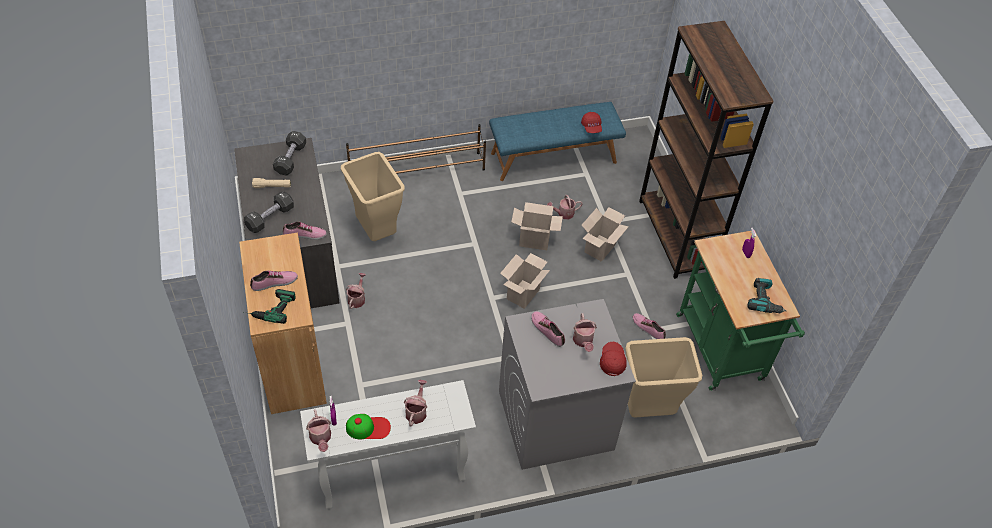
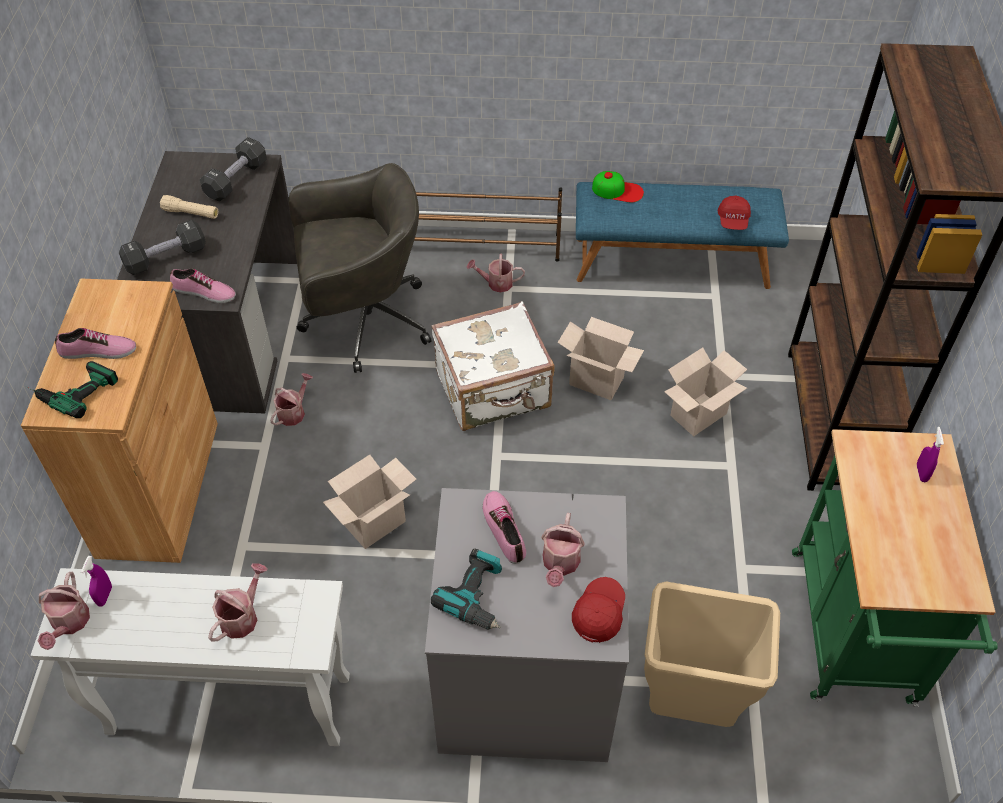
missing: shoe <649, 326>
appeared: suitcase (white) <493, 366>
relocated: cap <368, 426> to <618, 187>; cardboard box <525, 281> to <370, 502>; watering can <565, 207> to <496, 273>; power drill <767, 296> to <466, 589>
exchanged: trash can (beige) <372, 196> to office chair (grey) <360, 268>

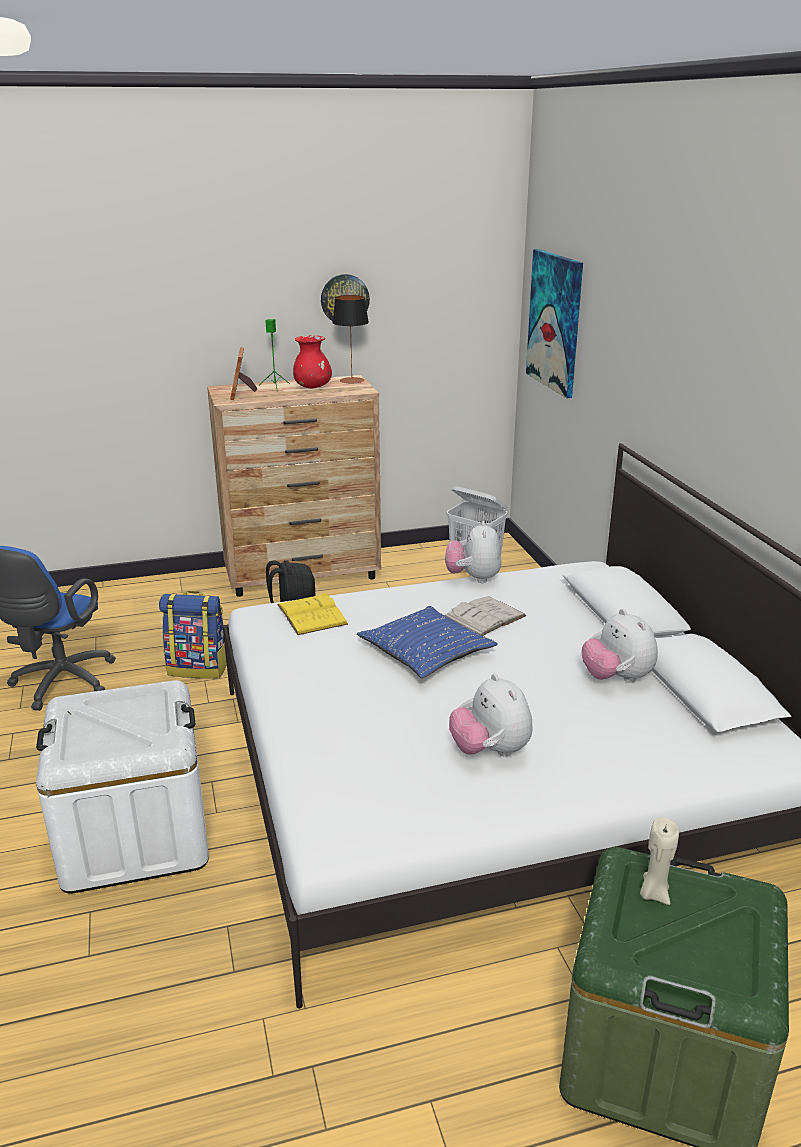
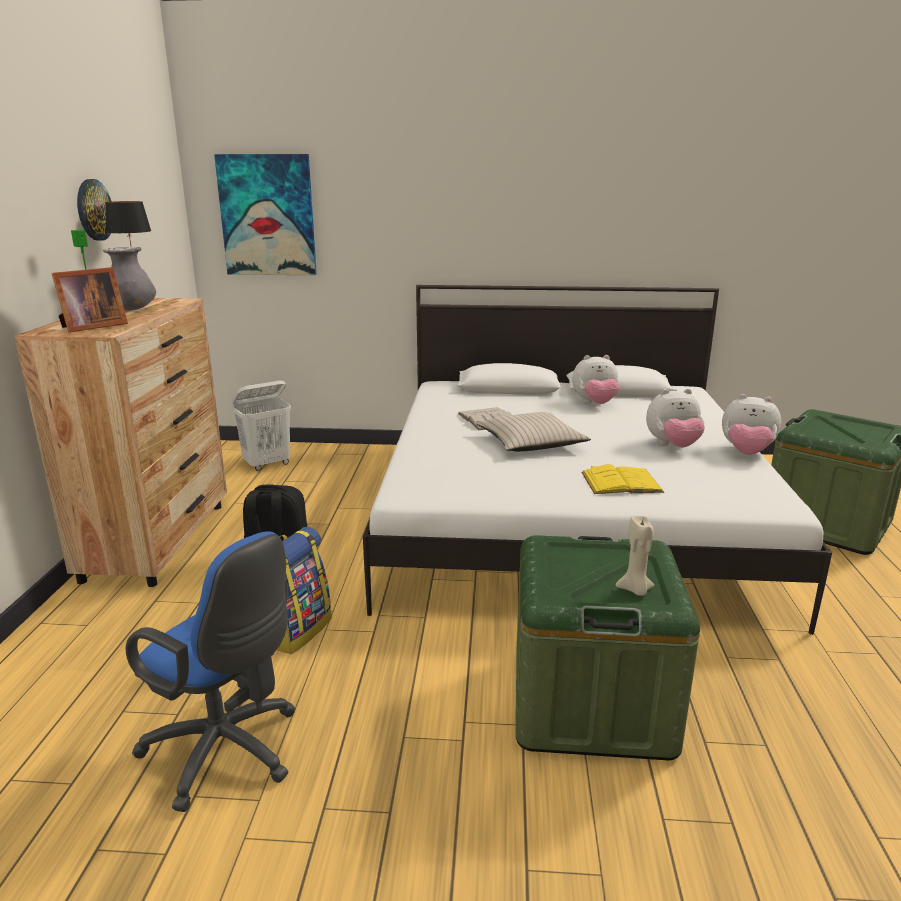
relocated: book (yellow) <312, 613> to <622, 479>; plush toy <473, 552> to <751, 424>; candle (beige) <659, 861> to <635, 556>
colour: storage box (white) <122, 787> to storage box (green) <608, 647>; vase (red) <312, 361> to vase (grey) <129, 278>; pillow (blue) <427, 642> to pillow (beige) <533, 432>
spun: picture frame <243, 373> = <90, 299> 60 degrees counterclockwise

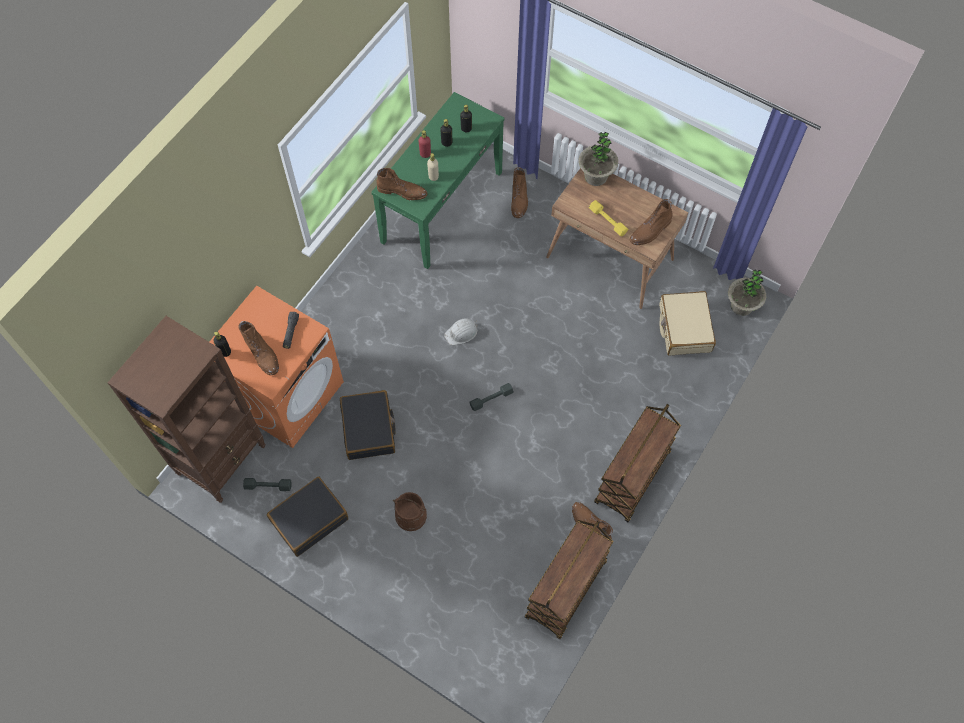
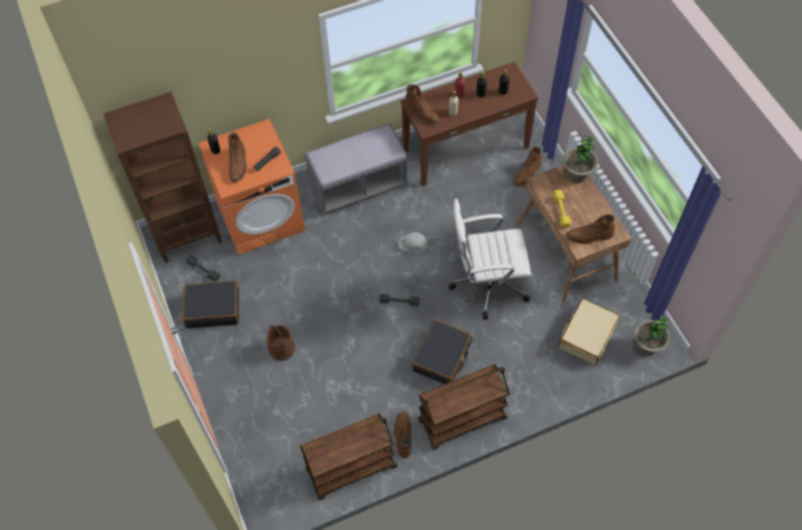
appeared: bench (grey) <356, 168>; office chair (white) <489, 259>
relocated: suitcase (black) <367, 425> to <442, 351>
colour: console table (green) <438, 180> to console table (brown) <469, 124>

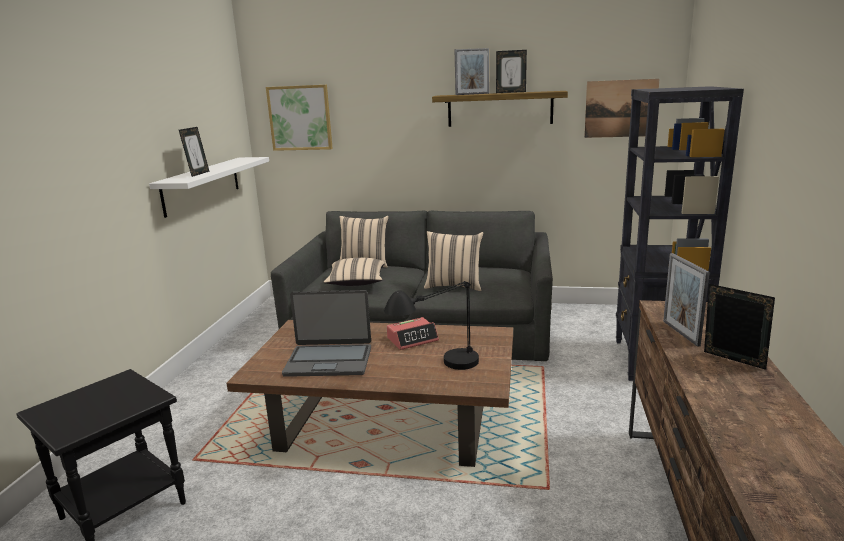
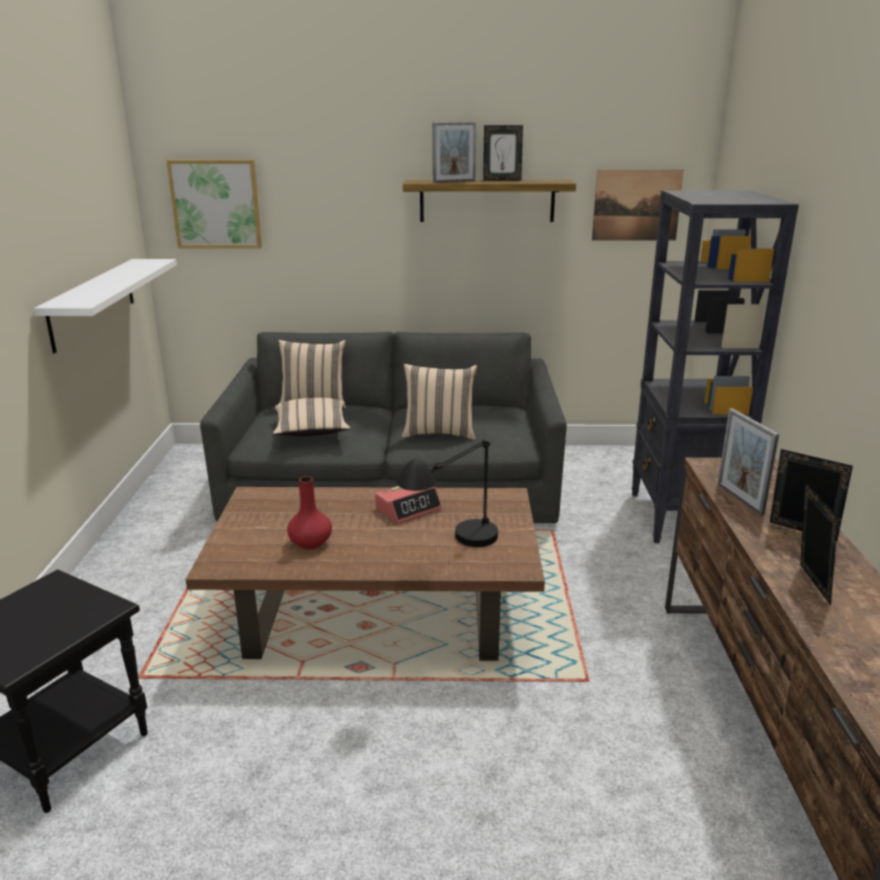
relocated: picture frame <194, 152> to <819, 543>
exchanged: laptop <326, 333> to vase (red) <309, 512>

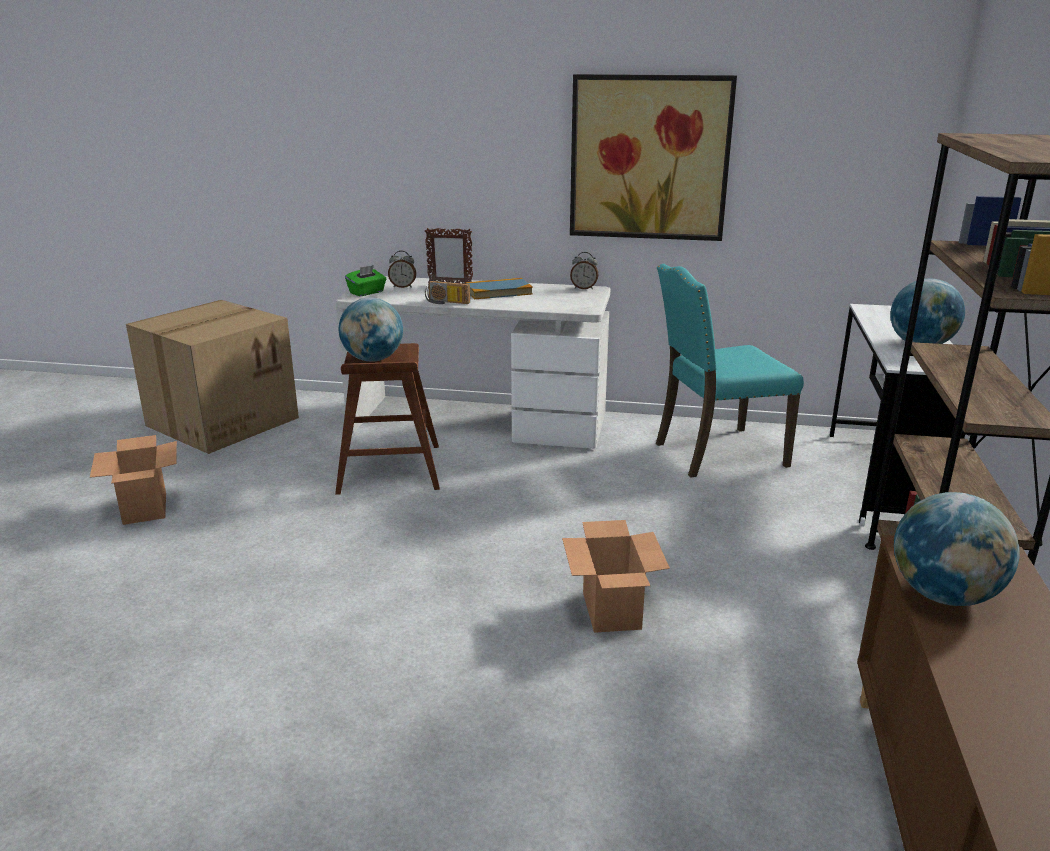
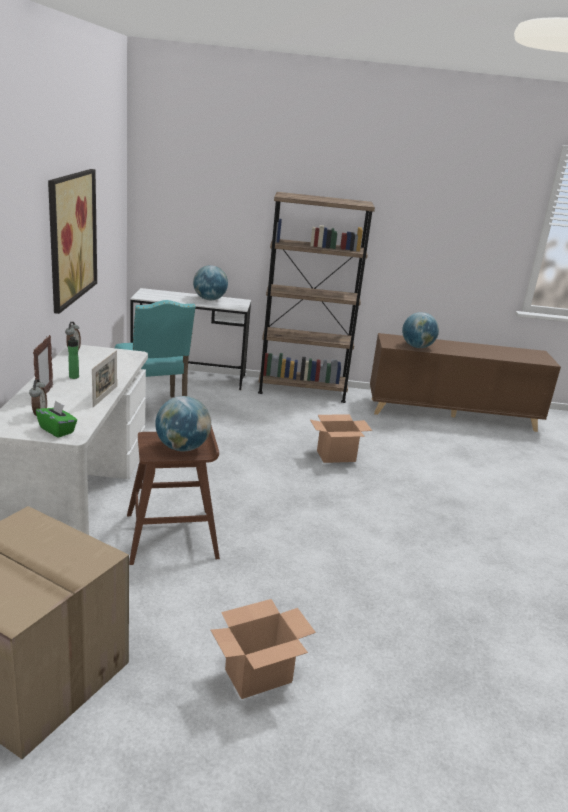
exchanged: radio <447, 292> to picture frame <104, 378>; book <499, 288> to bottle <73, 357>

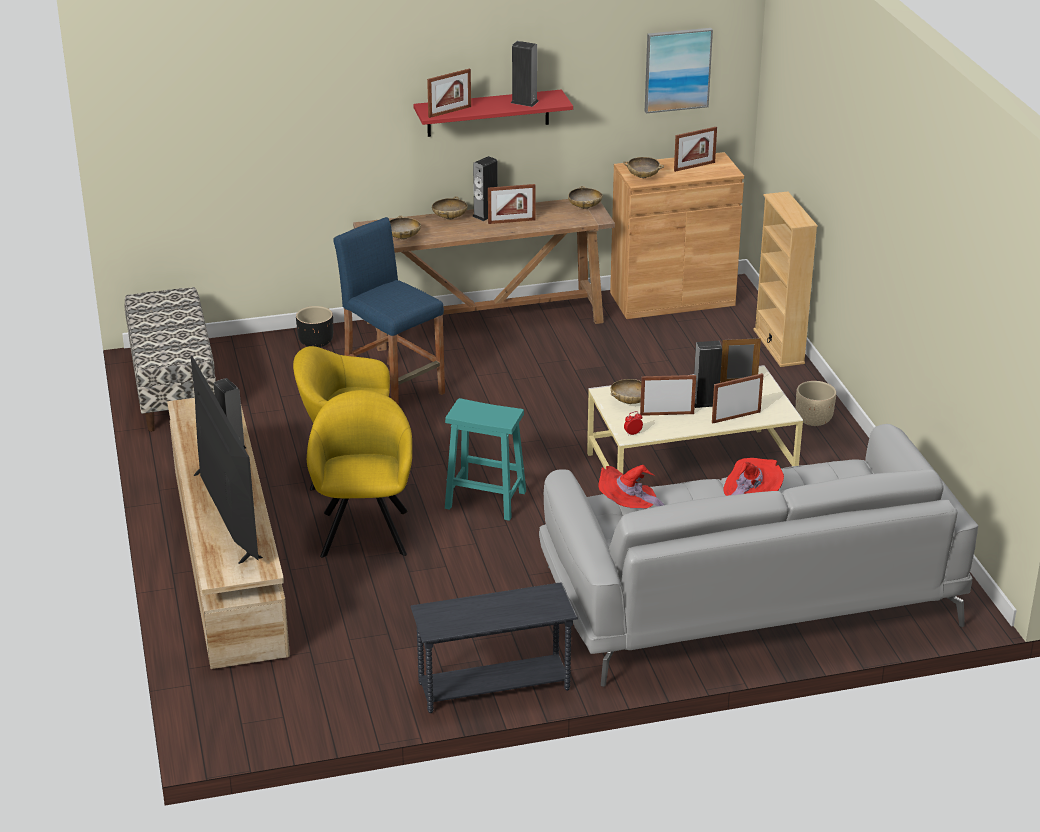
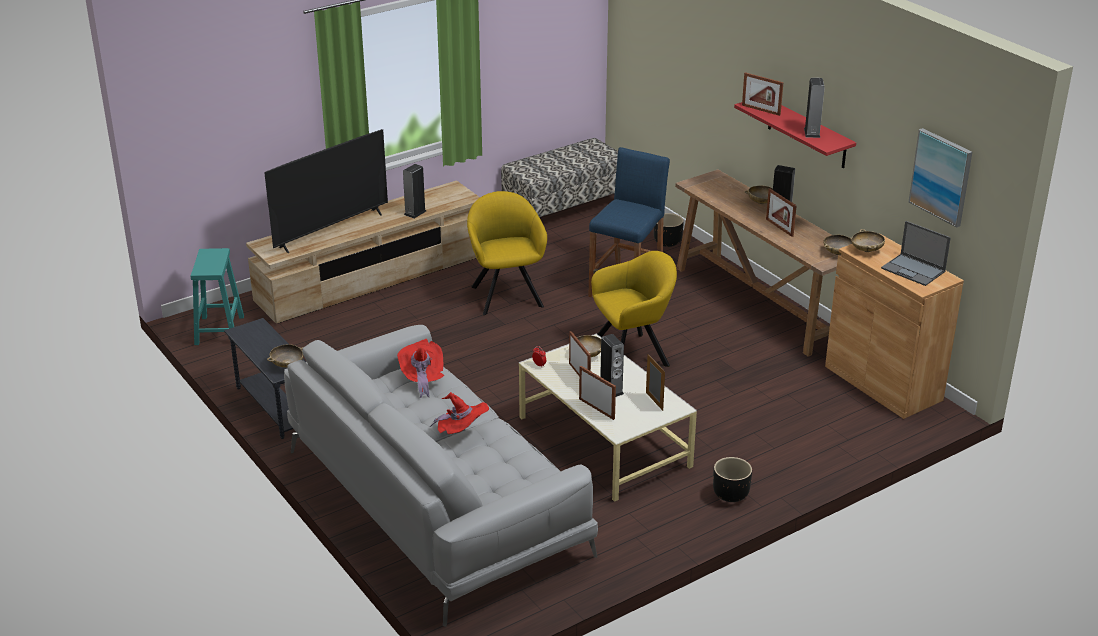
missing: bookcase (beige) <785, 279>
relocated: armchair (yellow) <359, 474> to <634, 309>; bowl (beige) <405, 227> to <285, 356>; stool (turquoise) <485, 459> to <217, 296>
exchanged: picture frame <695, 149> to laptop <916, 253>
colour: planter (beige) <816, 403> to planter (black) <732, 479>

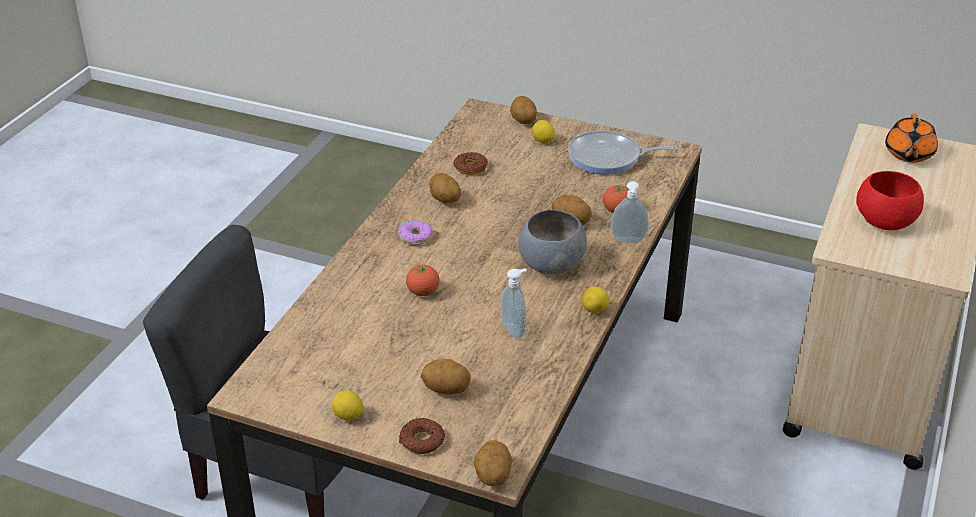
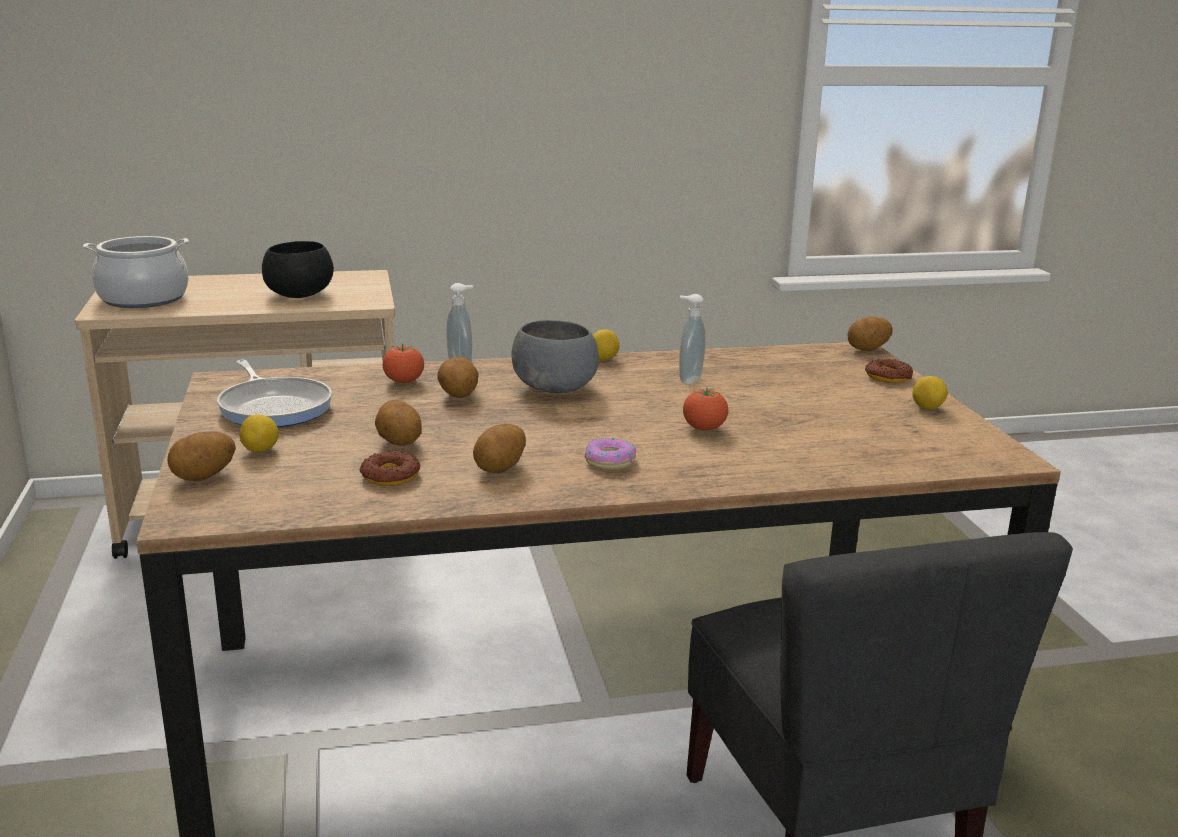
relocated: potato <446, 377> to <398, 423>
exchanged: teapot (orange) <911, 137> to cooking pot <136, 272>
colour: bowl (red) <890, 200> to bowl (black) <298, 269>

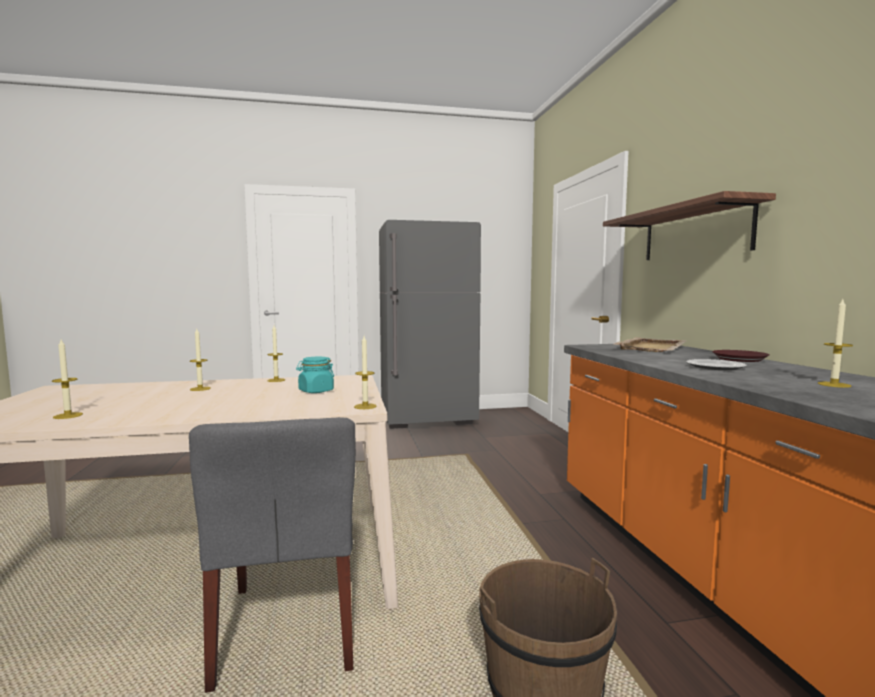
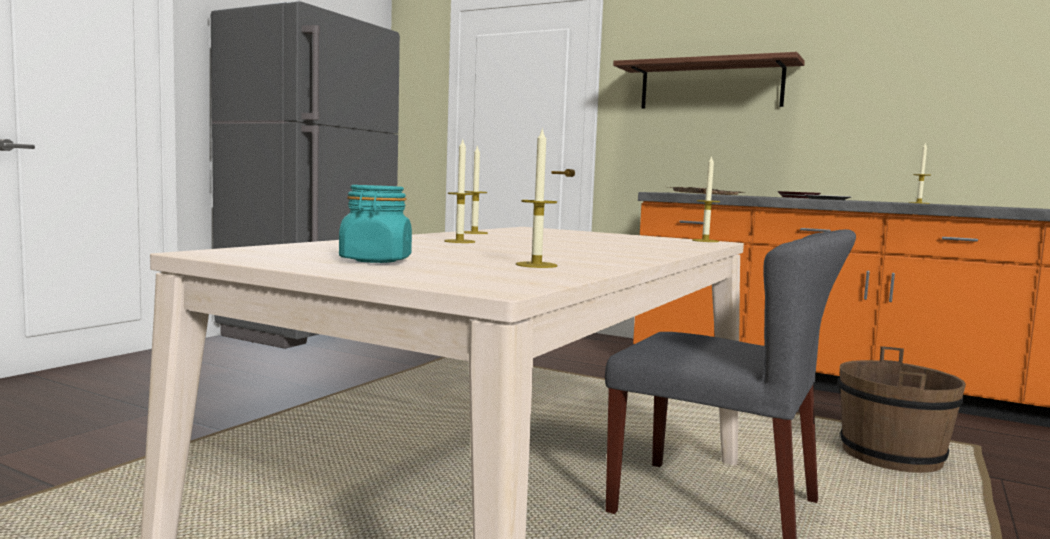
relocated: jar (turquoise) <315, 374> to <375, 224>

